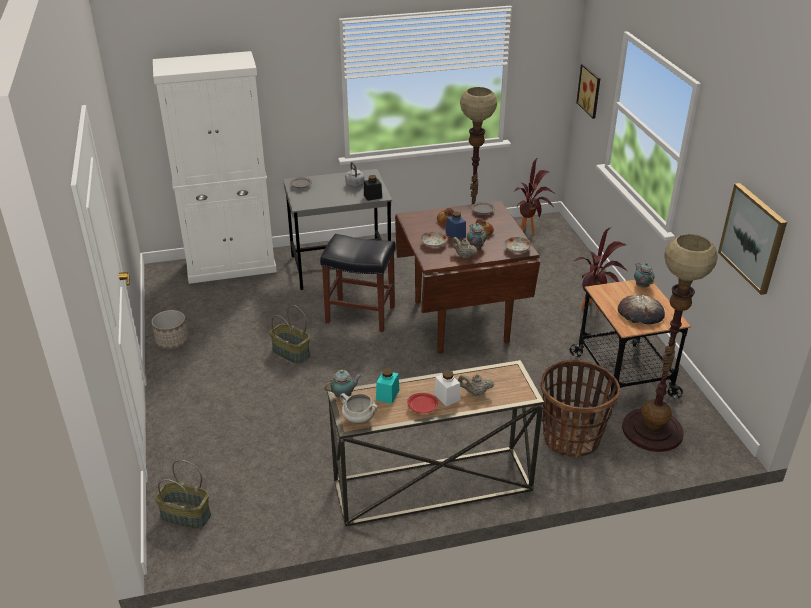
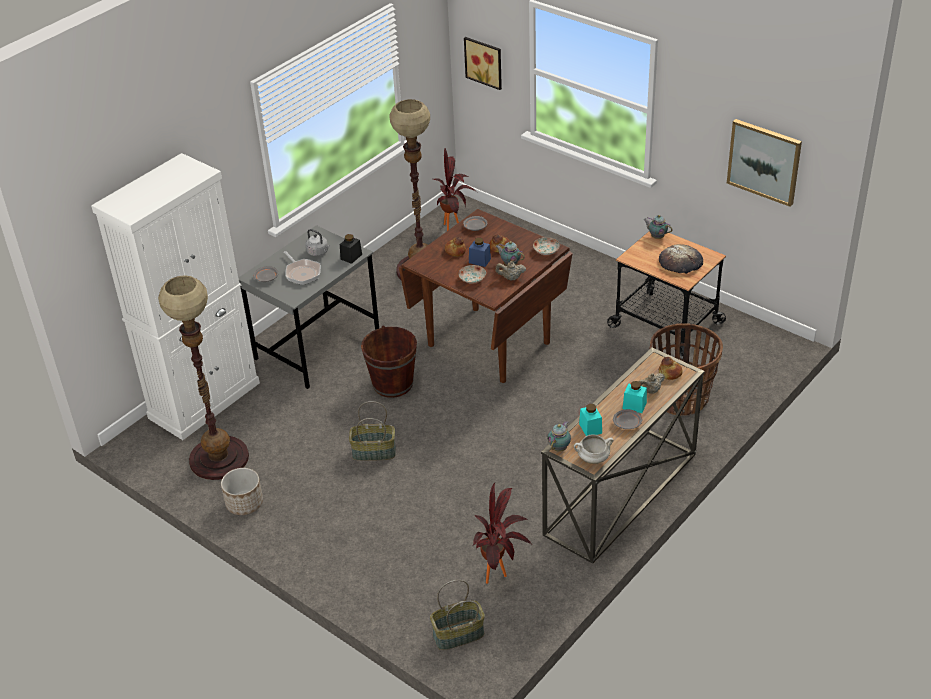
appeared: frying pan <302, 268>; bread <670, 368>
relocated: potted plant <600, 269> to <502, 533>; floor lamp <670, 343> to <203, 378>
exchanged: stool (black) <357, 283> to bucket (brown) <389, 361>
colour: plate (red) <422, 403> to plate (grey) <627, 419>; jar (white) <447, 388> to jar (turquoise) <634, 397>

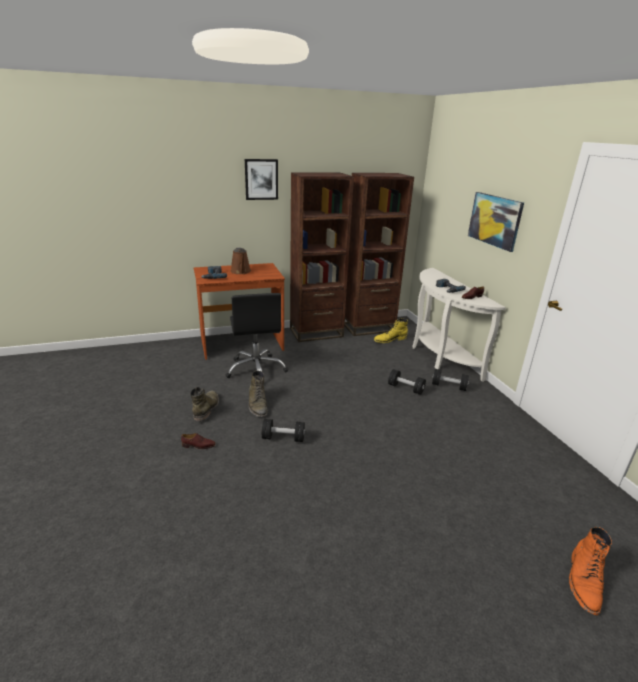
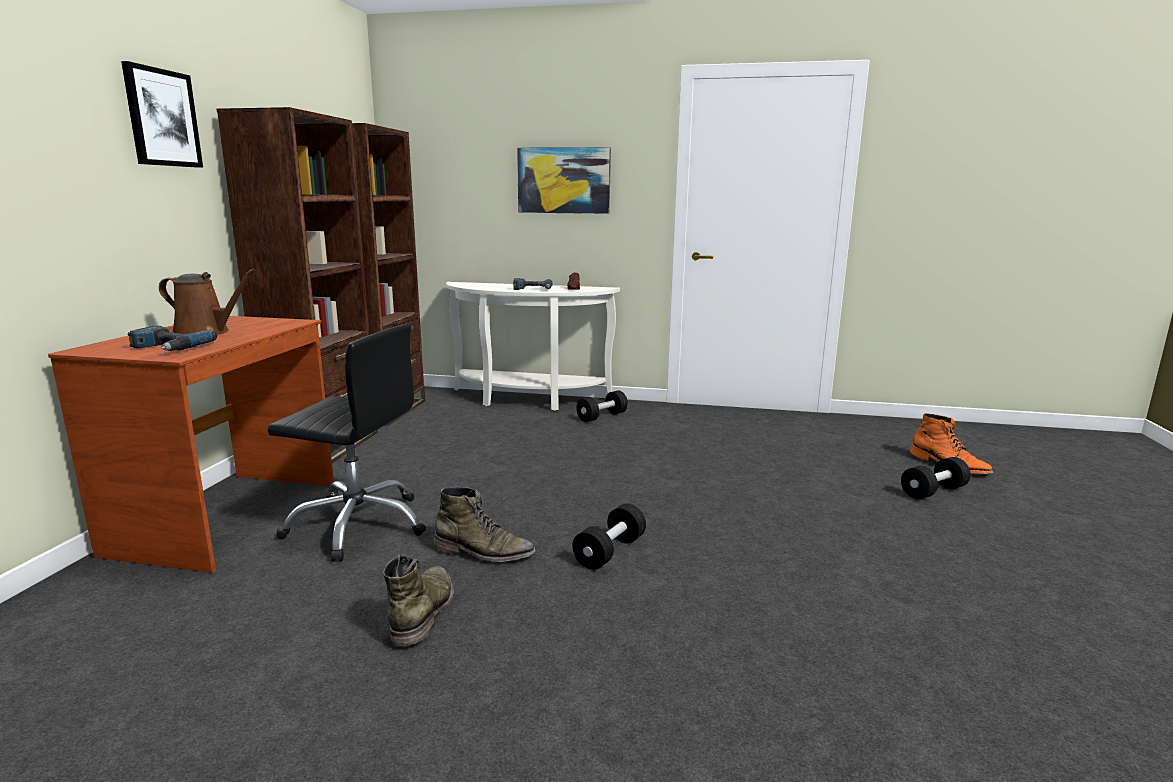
missing: shoe (brown) <198, 441>; boot (yellow) <391, 330>
relocated: dumbbell (black) <407, 382> to <936, 478>
spun: boot (green) <204, 404> = <418, 600> 60 degrees clockwise

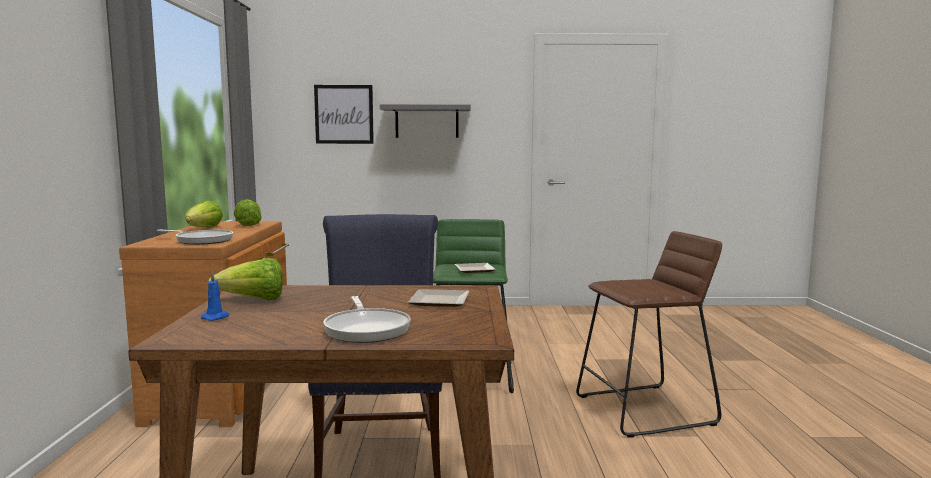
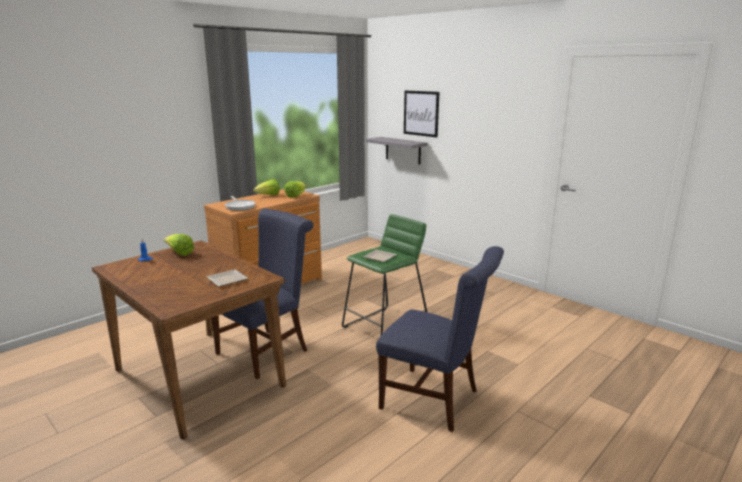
missing: frying pan <367, 319>
relocated: shelf (grey) <425, 121> to <397, 151>
exchanged: stool (brown) <649, 334> to chair (blue) <440, 339>

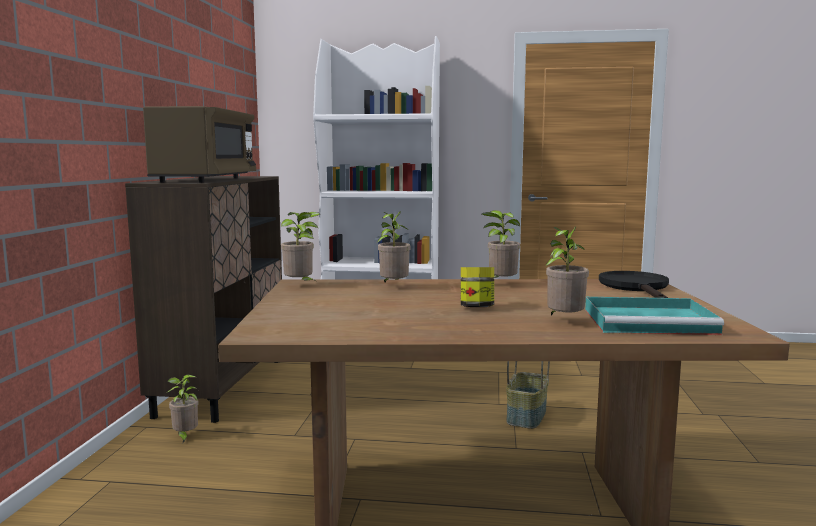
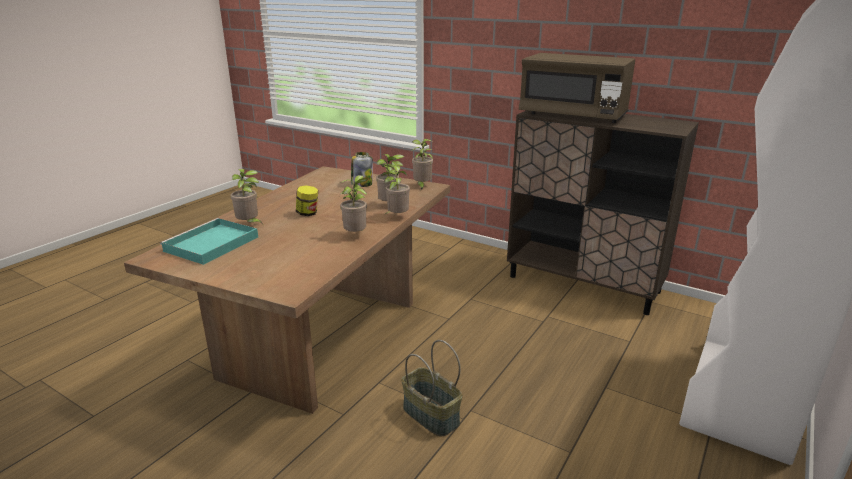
missing: frying pan (black) <634, 284>
appeared: jar <362, 169>
relocated: potted plant <183, 408> to <395, 187>

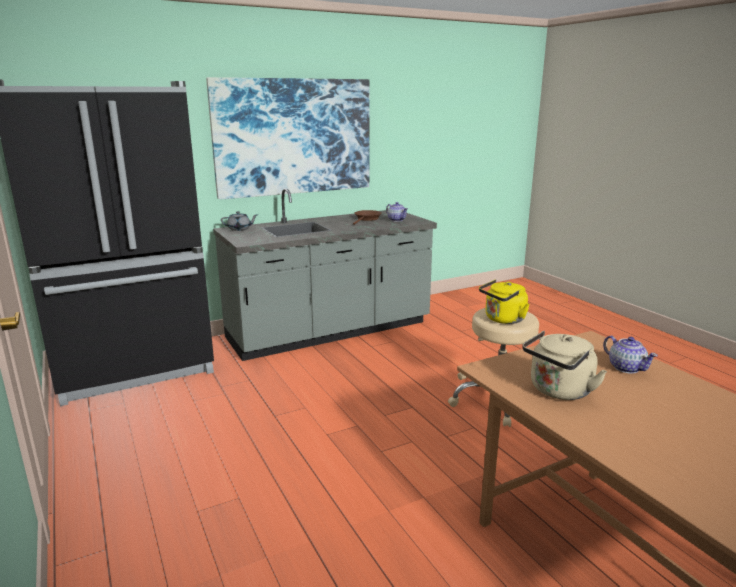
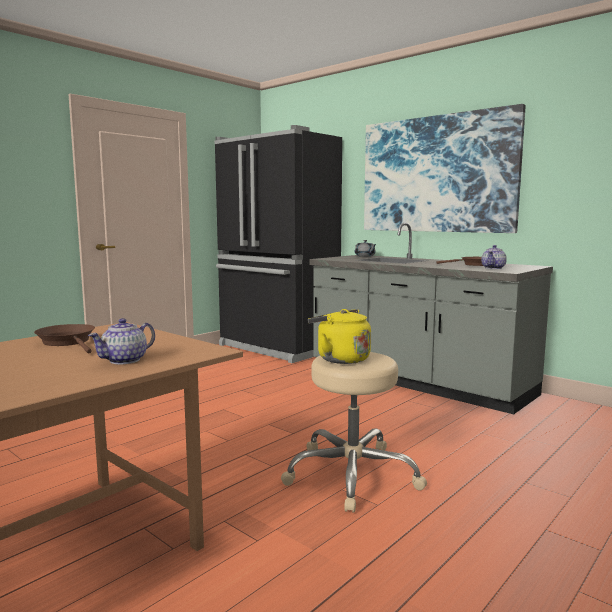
exchanged: kettle (beige) <565, 365> to frying pan (brown) <64, 338>

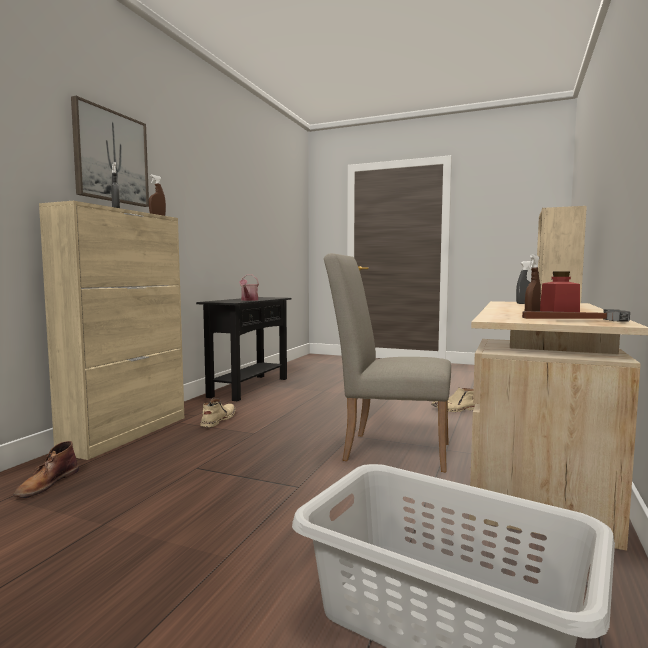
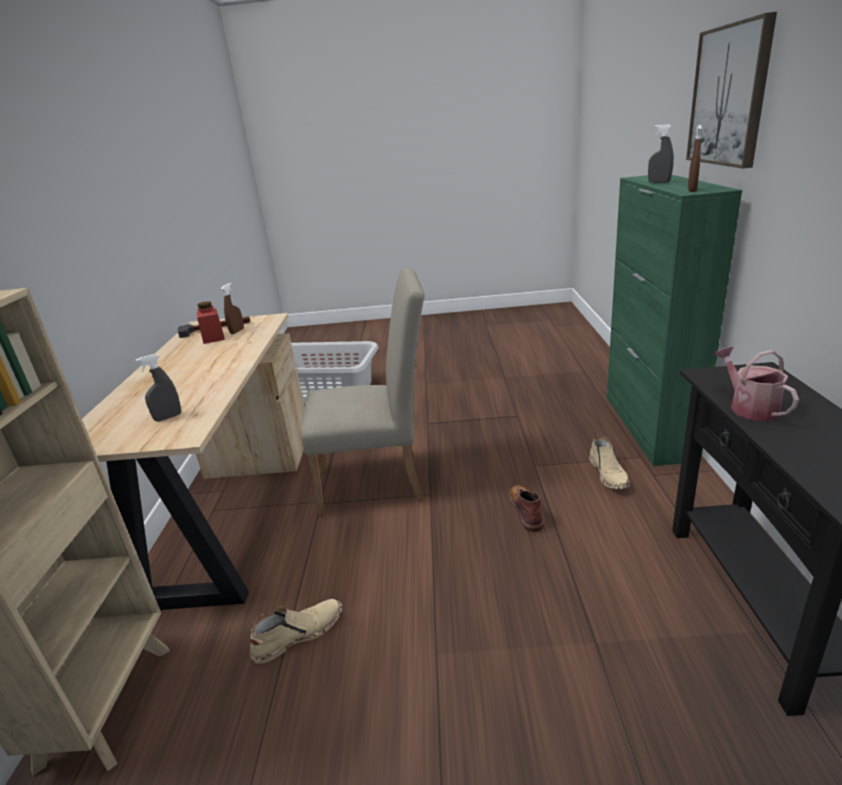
relocated: boot (brown) <46, 469> to <526, 508>
colour: cabinet (beige) <111, 330> to cabinet (green) <674, 320>

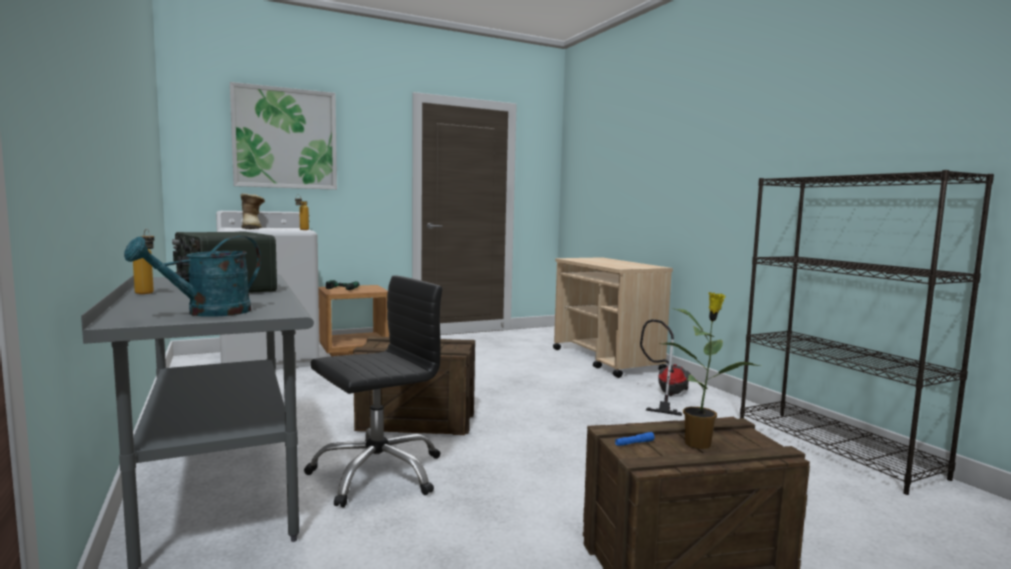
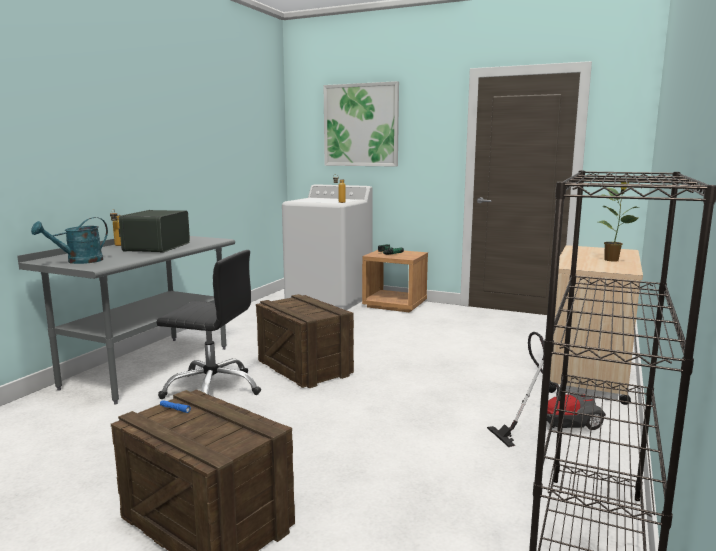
missing: boot <253, 211>
relocated: potted plant <709, 370> to <619, 222>
spun: watering can (turquoise) <192, 276> = <69, 240> 45 degrees counterclockwise

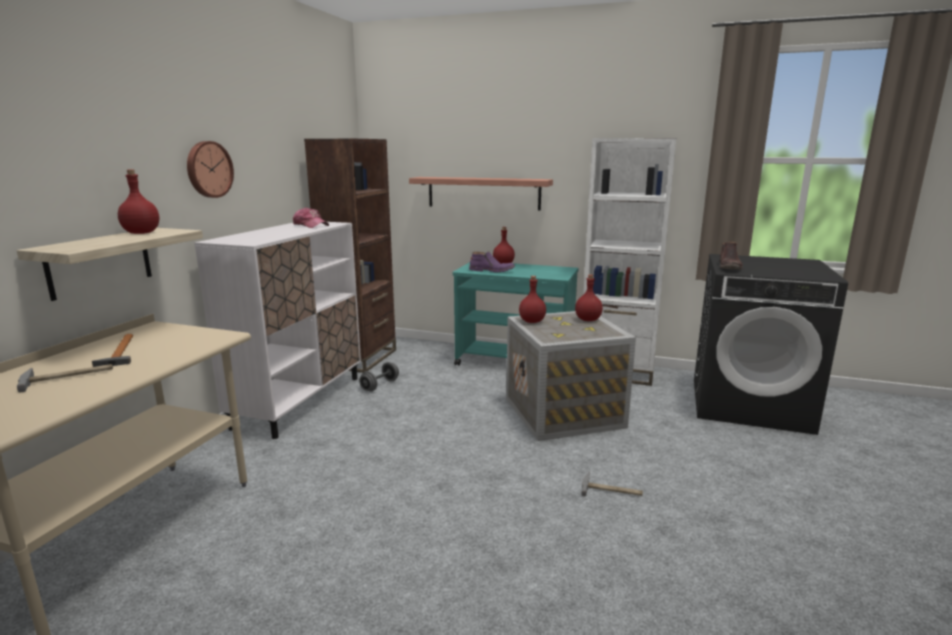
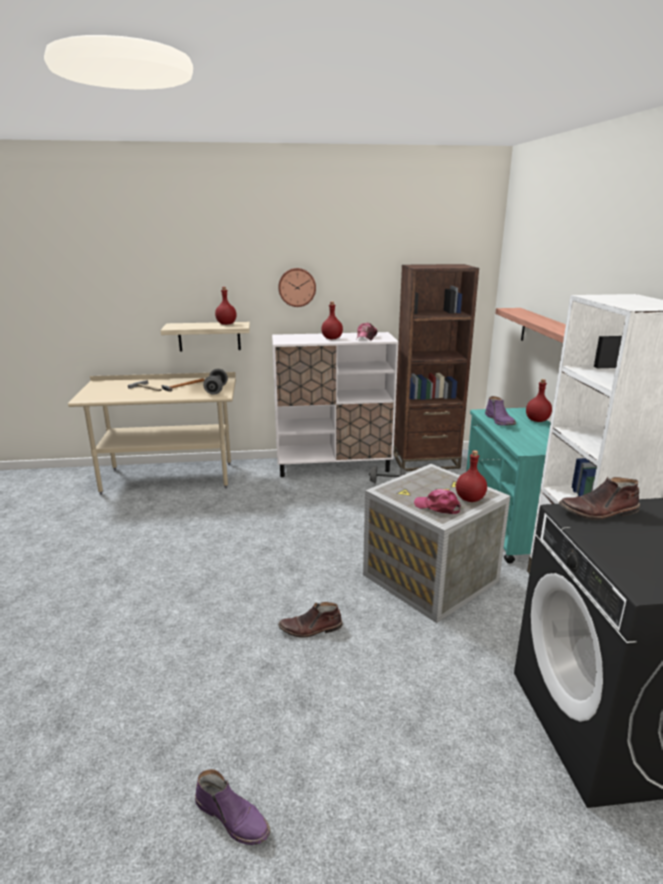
appeared: boot (purple) <232, 807>; dumbbell (grey) <215, 382>; cap (pink) <437, 501>
relocated: bottle (red) <532, 299> to <332, 320>
exchanged: hammer <612, 484> to boot (brown) <310, 620>

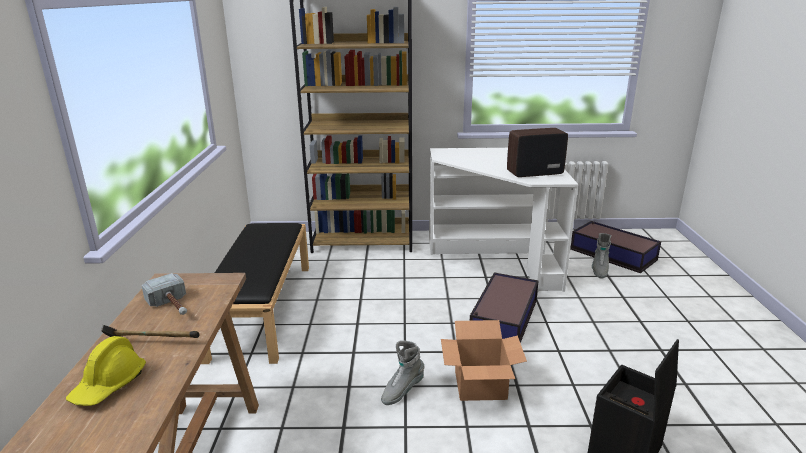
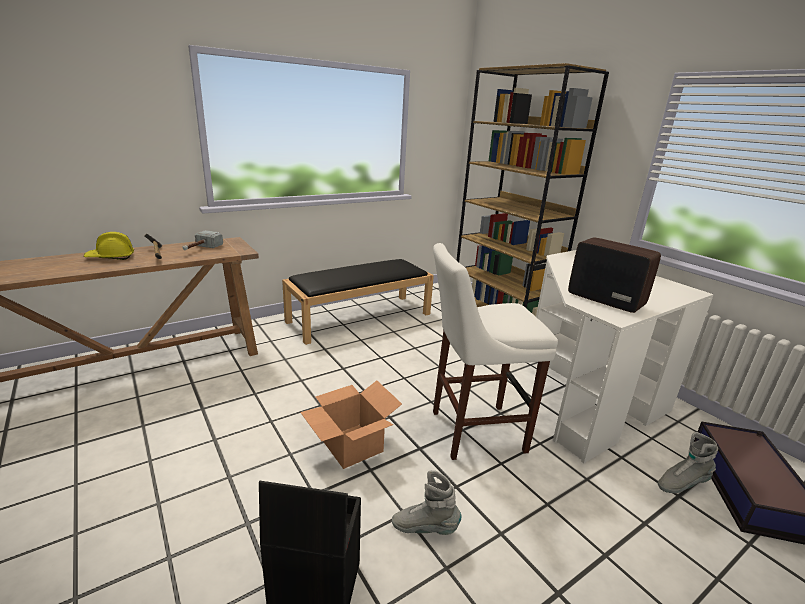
relocated: boot (grey) <403, 373> to <426, 502>
exchanged: storage box <504, 307> to stool (white) <495, 351>

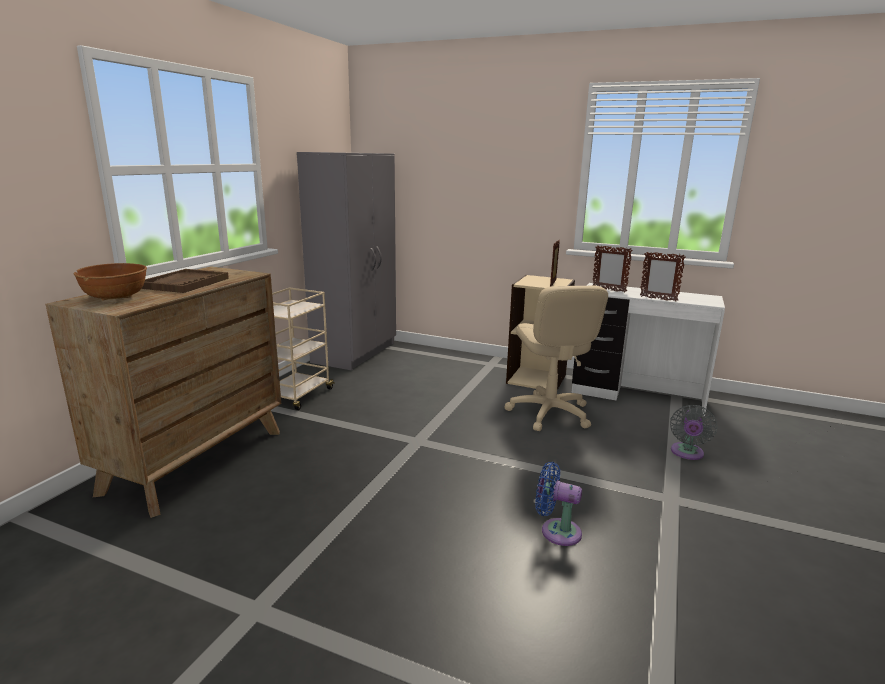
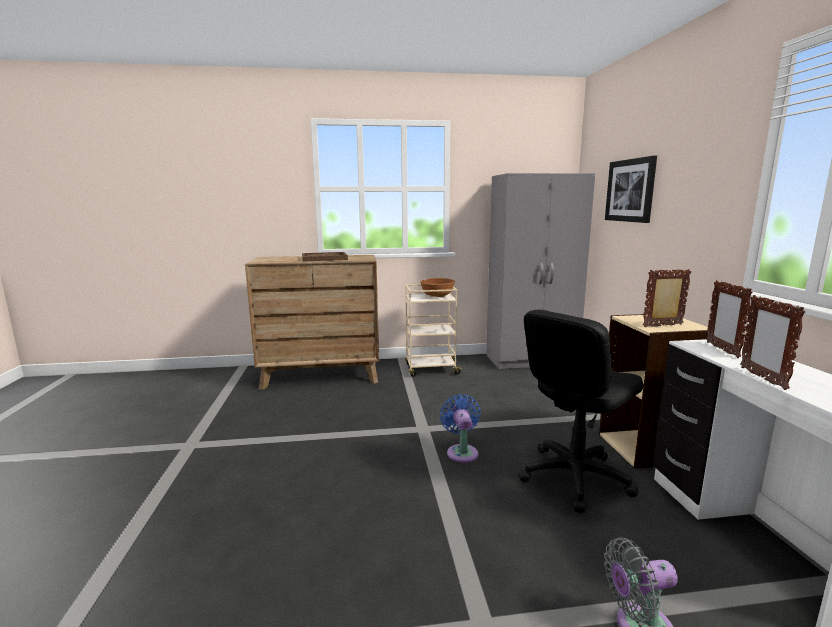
appeared: picture <631, 189>
relocated: bowl (brown) <110, 282> to <437, 287>; fan (blue) <558, 504> to <460, 428>
colour: office chair (beige) <556, 358> to office chair (black) <581, 411>

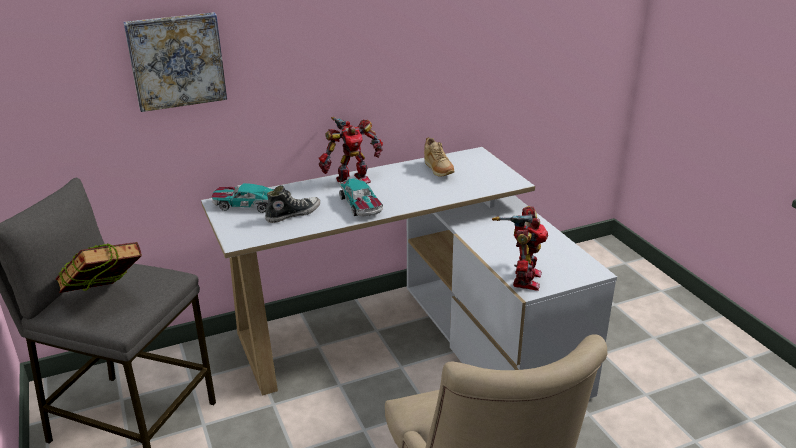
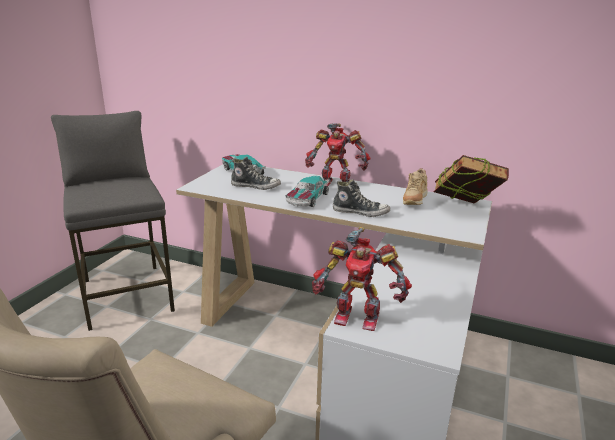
missing: picture <175, 62>
appeared: shoe <361, 198>
relocated: book <99, 267> to <471, 179>
spun: toy robot <520, 248> = <362, 279> 45 degrees clockwise

